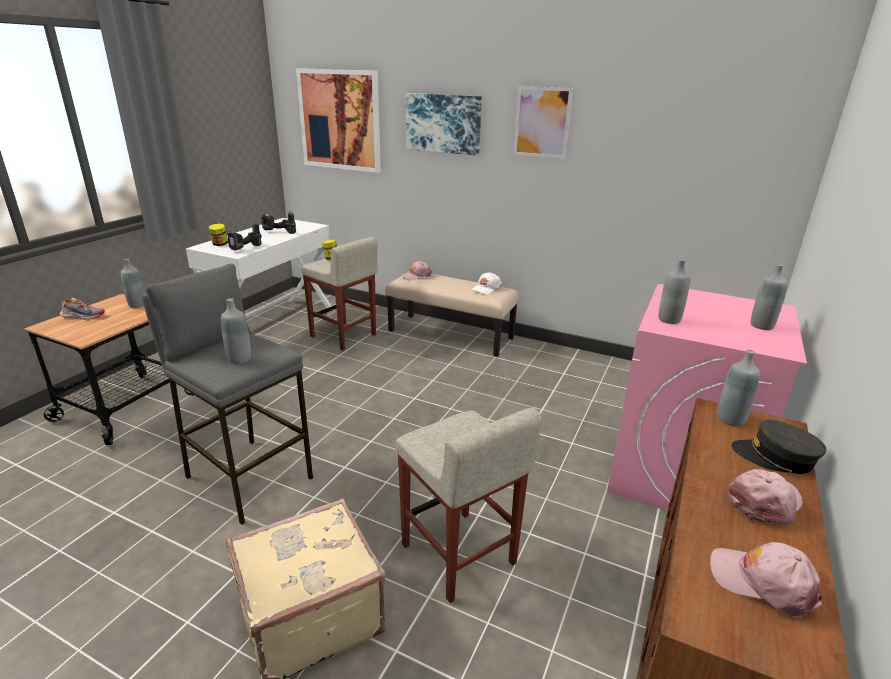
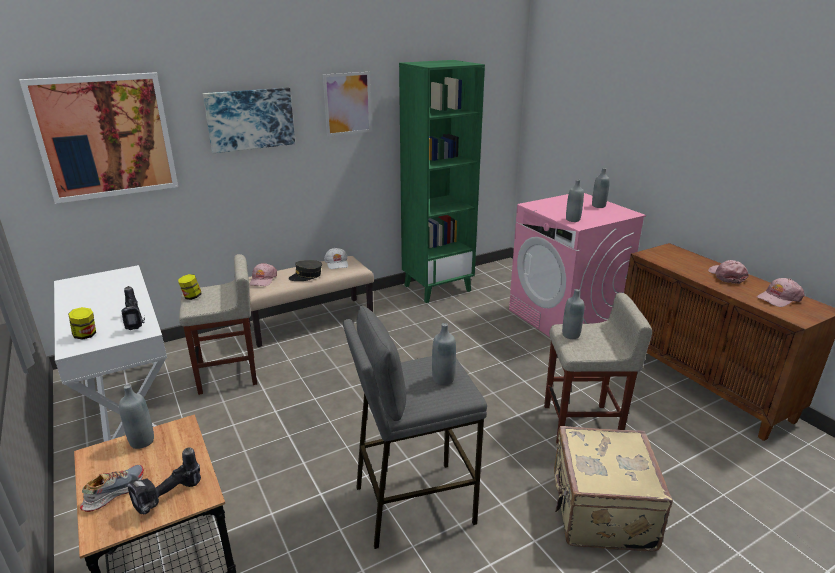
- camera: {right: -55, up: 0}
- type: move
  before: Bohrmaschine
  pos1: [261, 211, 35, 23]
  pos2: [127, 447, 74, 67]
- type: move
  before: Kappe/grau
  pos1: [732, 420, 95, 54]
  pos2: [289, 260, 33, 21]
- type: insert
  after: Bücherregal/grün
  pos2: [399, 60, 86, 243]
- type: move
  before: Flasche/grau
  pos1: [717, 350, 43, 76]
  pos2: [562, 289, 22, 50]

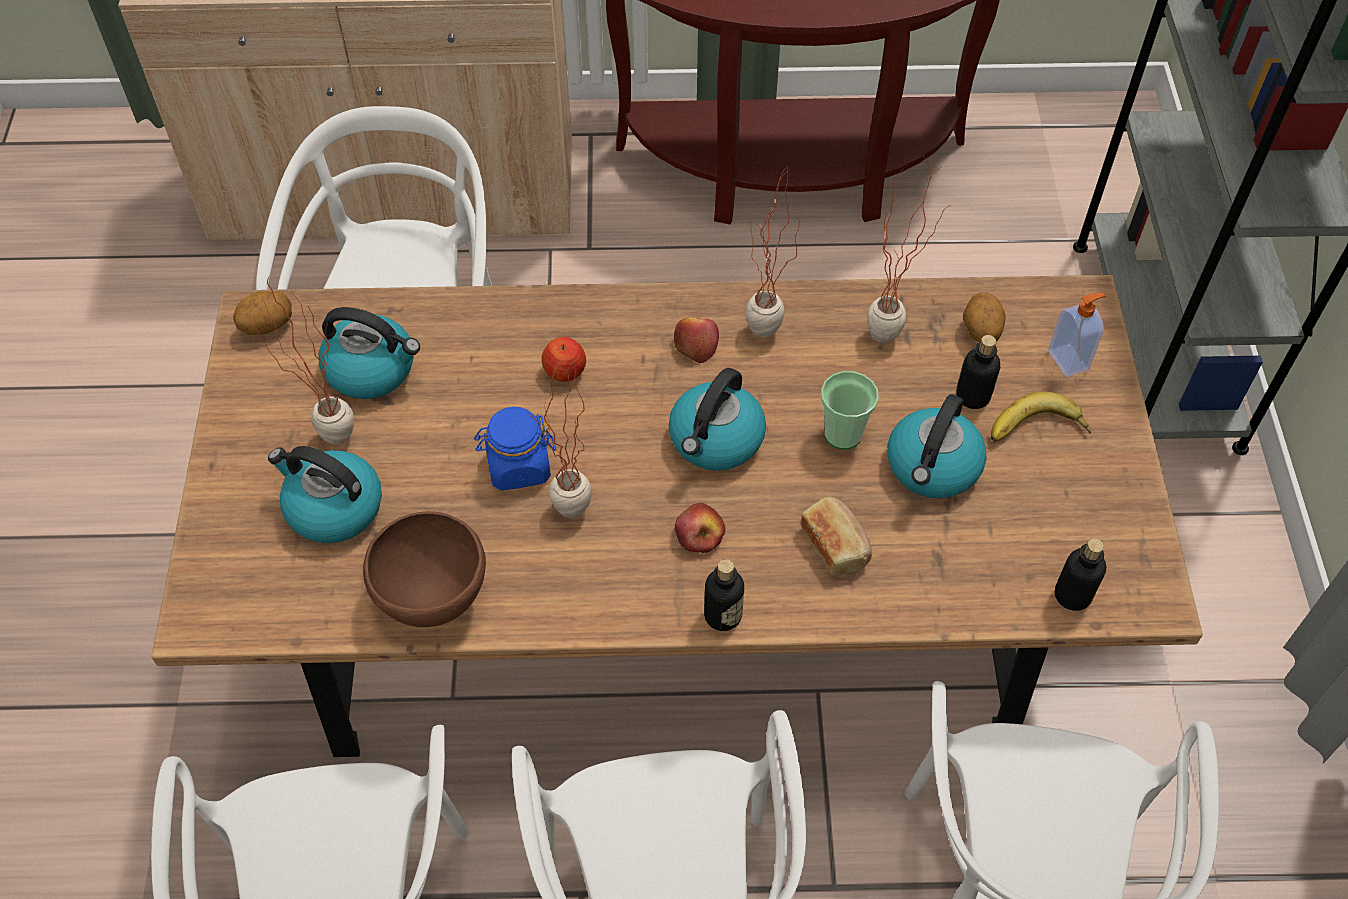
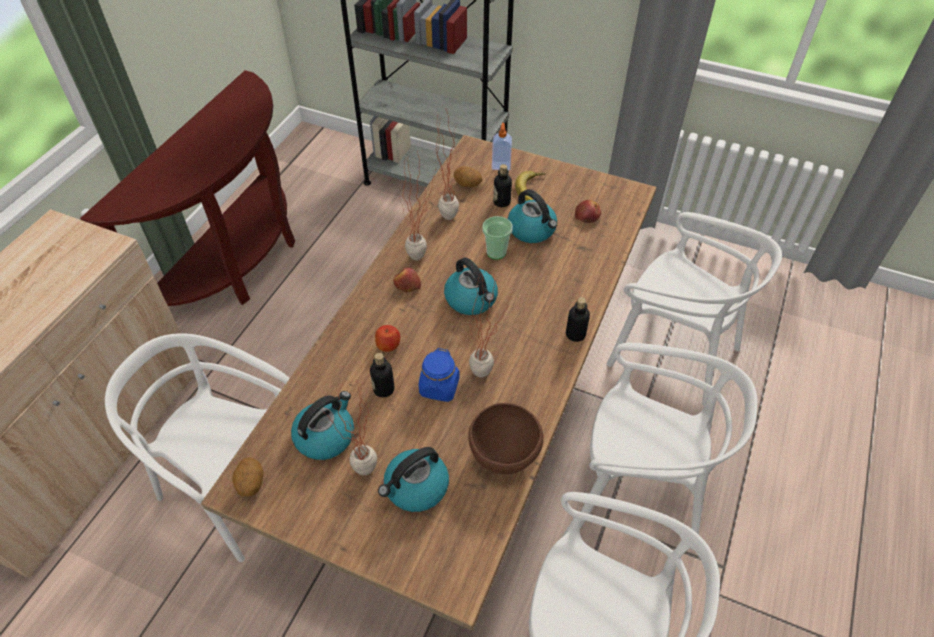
- camera: {right: -65, up: -5}
- type: move
  before: Flasche
  pos1: [1055, 539, 51, 72]
  pos2: [370, 353, 24, 44]
- type: move
  before: Apfel
  pos1: [675, 503, 50, 50]
  pos2: [575, 200, 26, 23]
- type: delete
  before: Brot
  pos1: [801, 497, 71, 79]

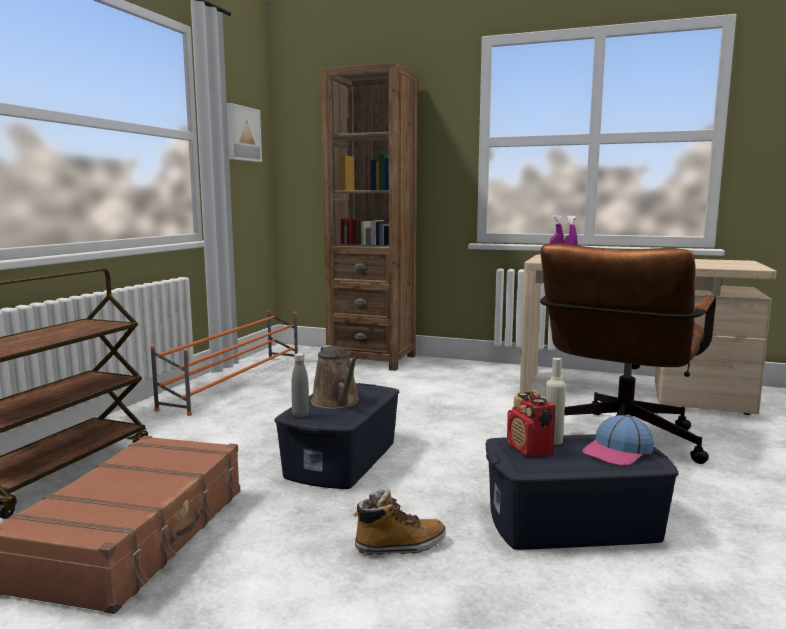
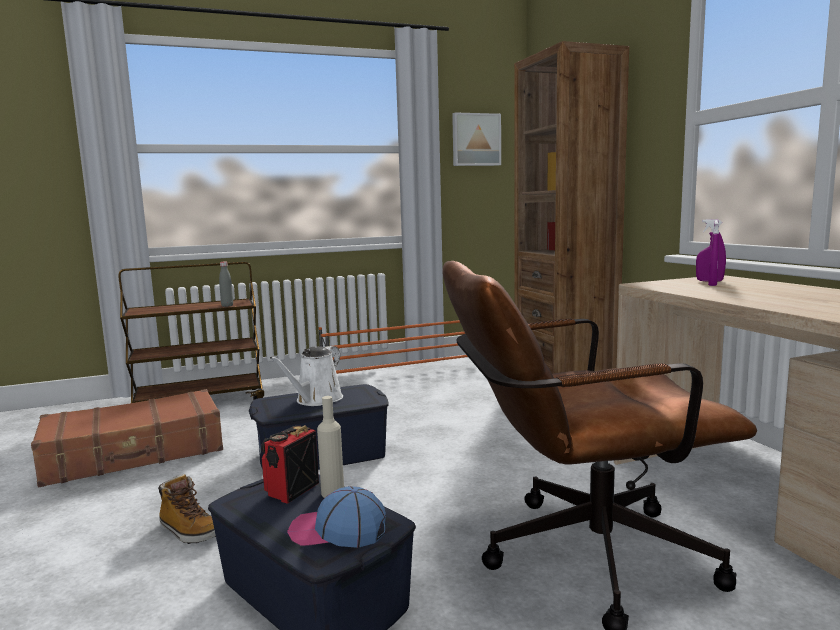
- camera: {right: 50, up: 0}
- type: move
  before: Flasche/grau
  pos1: [291, 353, 18, 65]
  pos2: [219, 262, 14, 45]
- type: recolor
  before: Gießkanne/braun
  after: Gießkanne/weiß
  pos1: [311, 345, 48, 64]
  pos2: [269, 346, 74, 60]

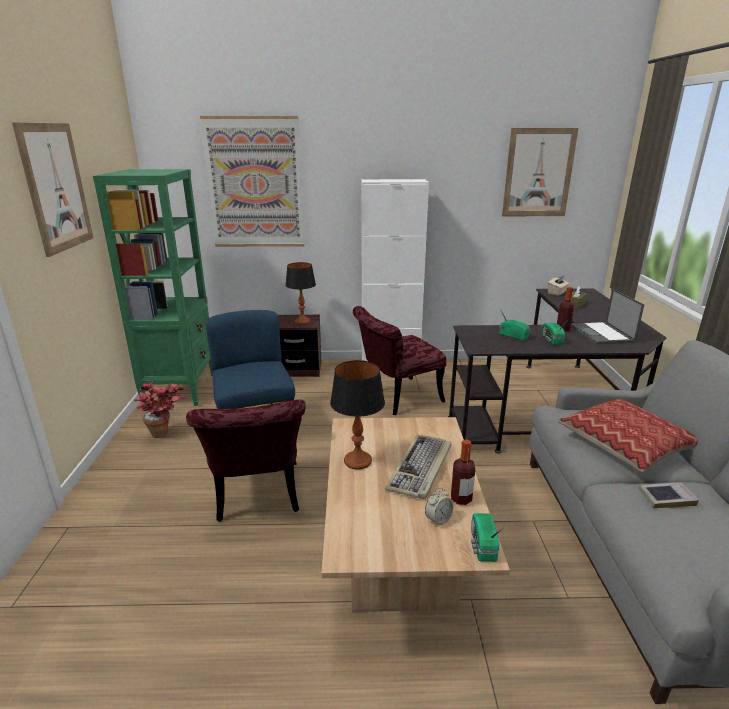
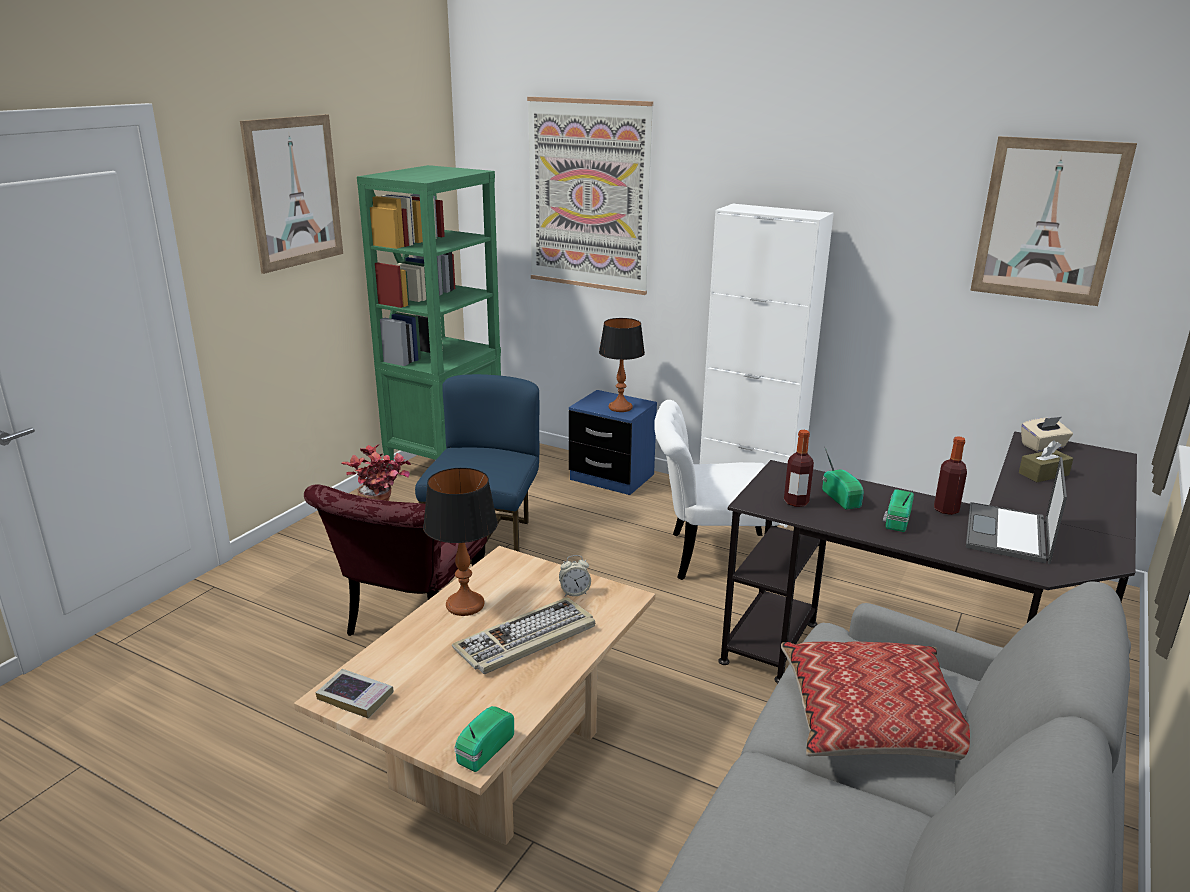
- camera: {right: 30, up: 0}
- type: move
  before: Buch
  pos1: [638, 483, 61, 25]
  pos2: [316, 669, 78, 49]
- type: move
  before: Wecker
  pos1: [425, 487, 28, 39]
  pos2: [559, 555, 32, 41]
- type: recolor
  before: Nachttisch/braun
  after: Nachttisch/blau
  pos1: [278, 315, 43, 62]
  pos2: [569, 390, 88, 105]
- type: recolor
  before: Stuhl/rot
  after: Stuhl/weiß
  pos1: [353, 306, 93, 109]
  pos2: [654, 400, 125, 180]
- type: move
  before: Flasche
  pos1: [451, 439, 24, 66]
  pos2: [784, 430, 30, 77]

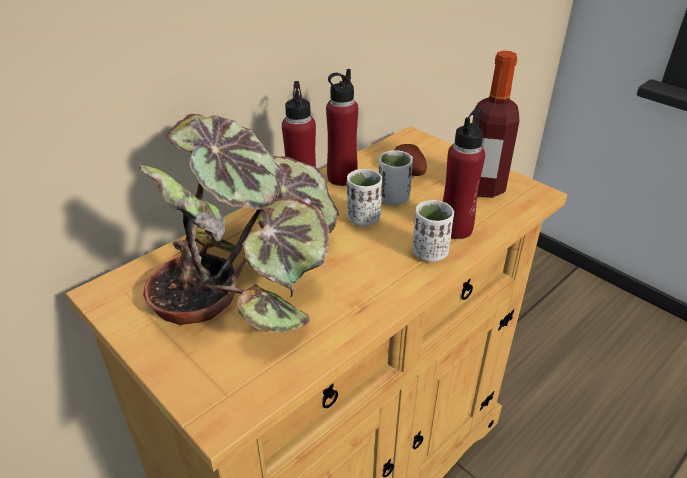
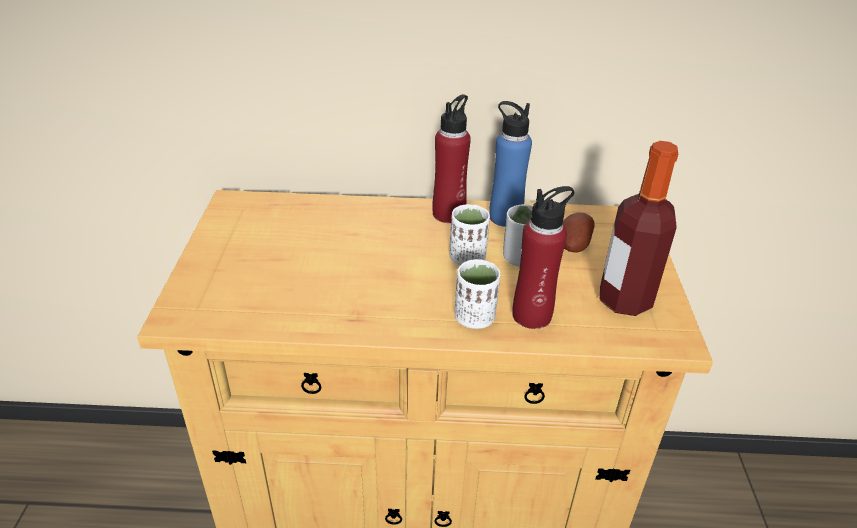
- camera: {right: 45, up: 0}
- type: recolor
  before: Flasche/rot
  after: Flasche/blau
  pos1: [326, 69, 32, 117]
  pos2: [489, 101, 43, 126]
- type: delete
  before: Topfpflanze
  pos1: [138, 114, 202, 219]

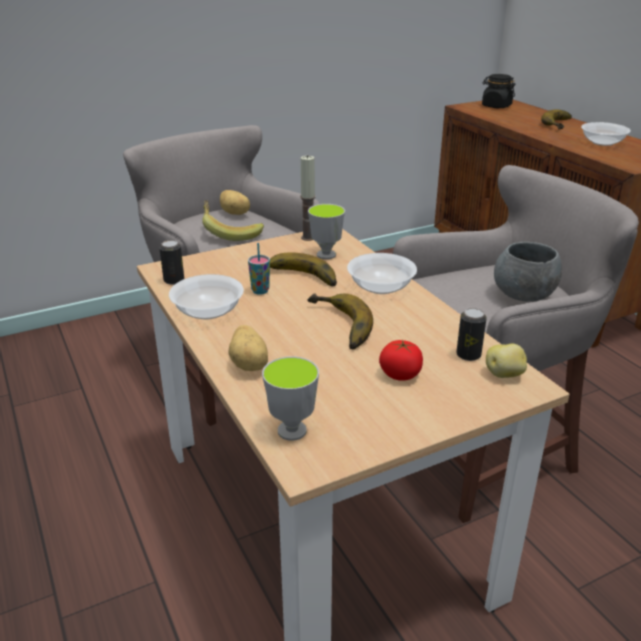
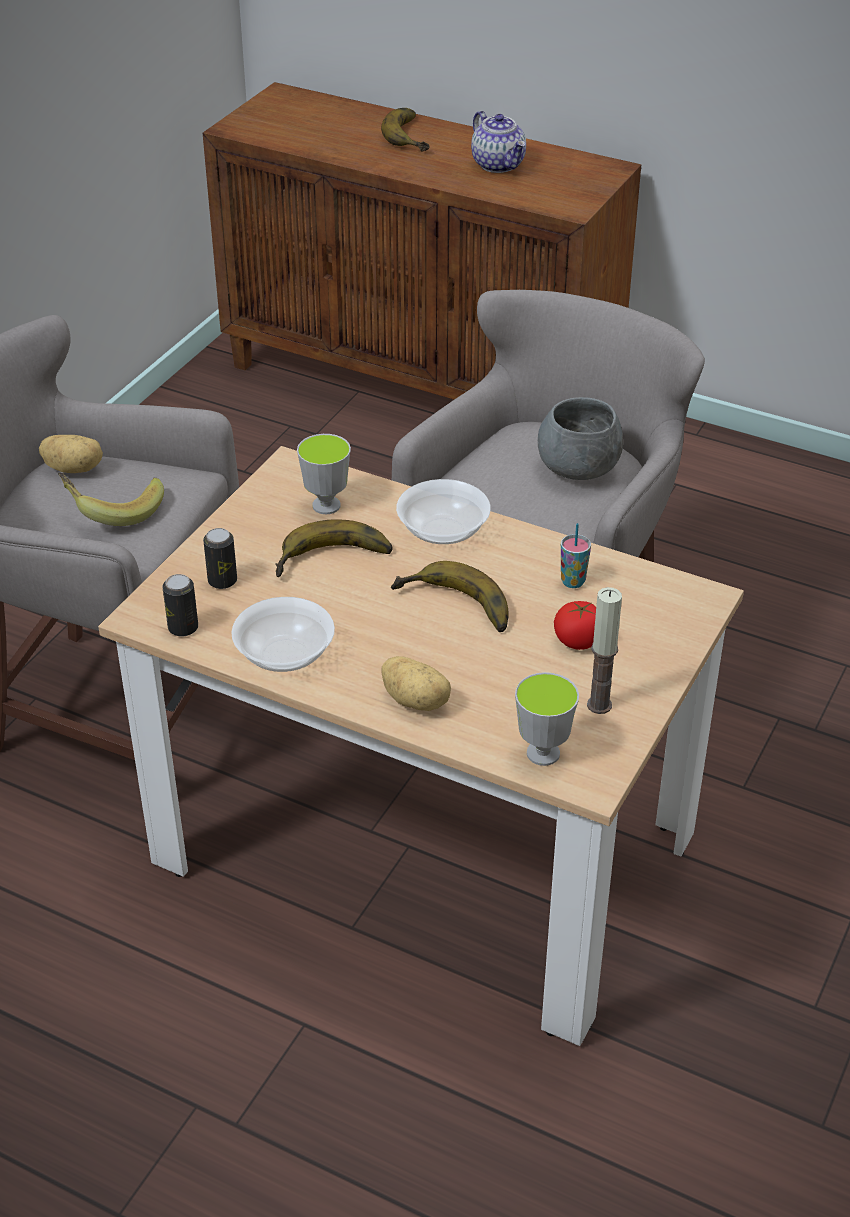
- camera: {right: -35, up: 10}
- type: move
  before: Dose
  pos1: [456, 308, 31, 53]
  pos2: [203, 528, 34, 61]
- type: replace
  before: Schüssel
  after: Teekanne
  pos1: [581, 122, 50, 24]
  pos2: [471, 111, 55, 62]
- type: move
  before: Tasse
  pos1: [248, 243, 22, 52]
  pos2: [561, 523, 30, 65]
- type: move
  before: Kerze
  pos1: [300, 155, 16, 86]
  pos2: [587, 587, 35, 127]
- type: delete
  before: Vorratsglas/schwarz
  pos1: [482, 74, 33, 34]
- type: delete
  before: Kartoffel
  pos1: [486, 343, 41, 35]

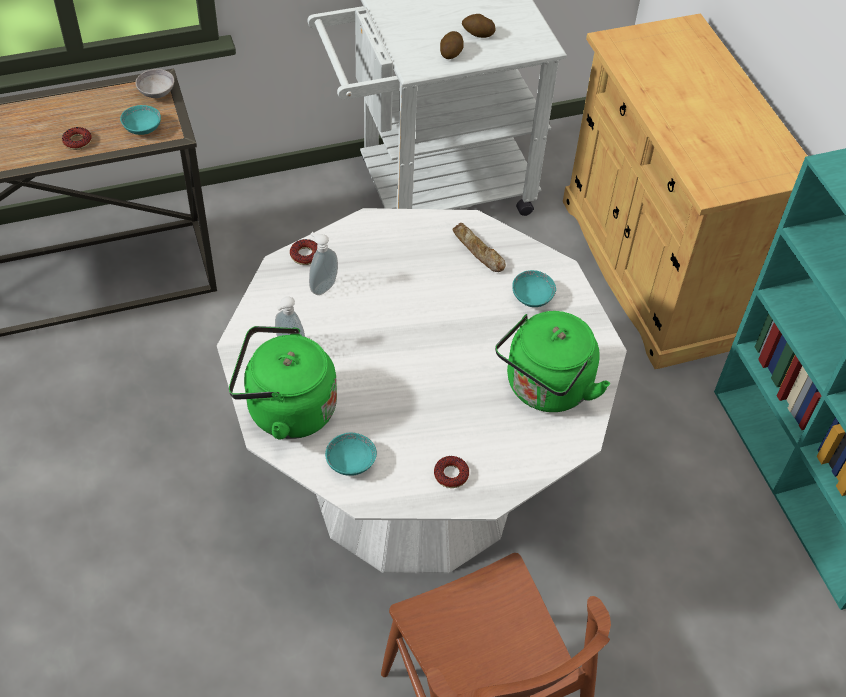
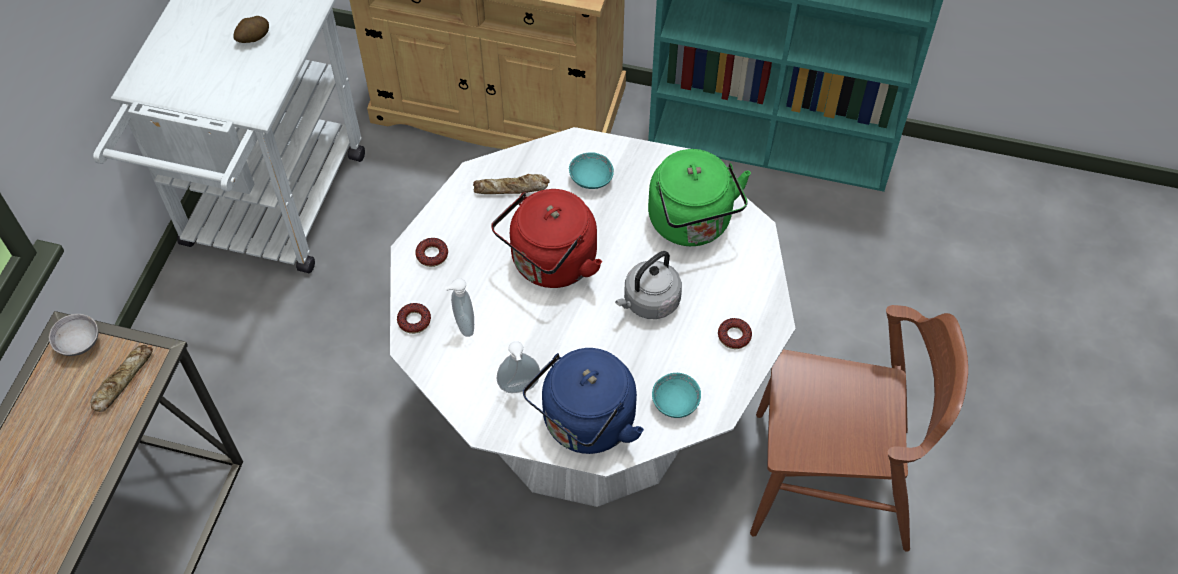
- camera: {right: -55, up: 5}
- type: replace
  before: Schüssel/türkis
  after: Brot
  pos1: [120, 105, 41, 30]
  pos2: [91, 345, 62, 67]
- type: move
  before: Donut
  pos1: [62, 127, 30, 23]
  pos2: [415, 238, 33, 29]
- type: insert
  after: Wasserkessel/rot
  pos2: [491, 189, 111, 99]
- type: recolor
  before: Wasserkessel/grün
  after: Wasserkessel/blau
  pos1: [229, 326, 108, 114]
  pos2: [523, 348, 121, 106]
- type: insert
  after: Wasserkessel/grau
  pos2: [615, 251, 67, 68]
- type: delete
  before: Kartoffel
  pos1: [440, 31, 24, 28]

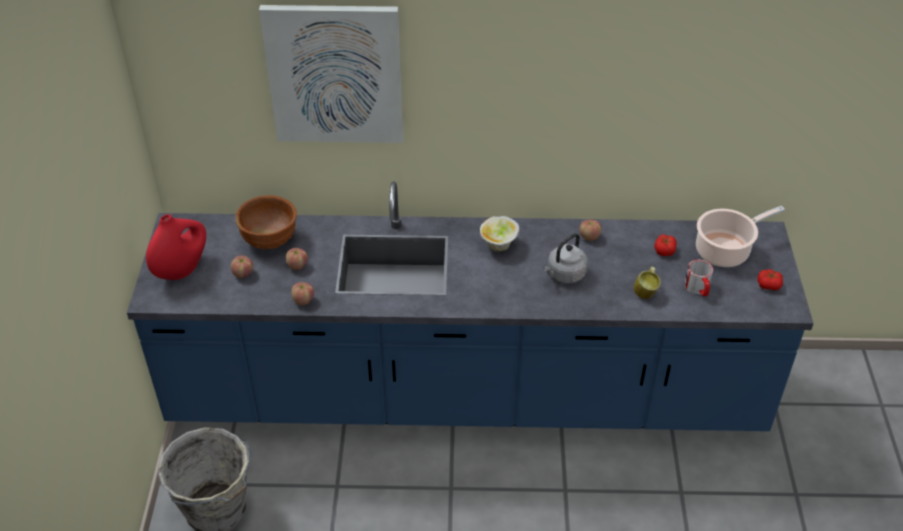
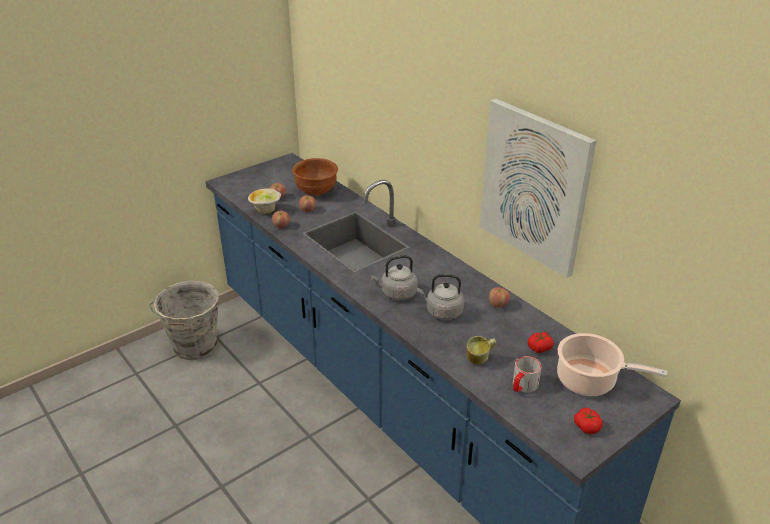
- camera: {right: 50, up: -10}
- type: move
  before: Schüssel
  pos1: [480, 216, 39, 35]
  pos2: [248, 188, 33, 26]
- type: insert
  after: Wasserkessel/grau
  pos2: [371, 255, 47, 45]
- type: move
  before: Bild
  pos1: [259, 5, 144, 138]
  pos2: [479, 99, 118, 179]
- type: delete
  before: Vase/rot
  pos1: [146, 214, 60, 66]

